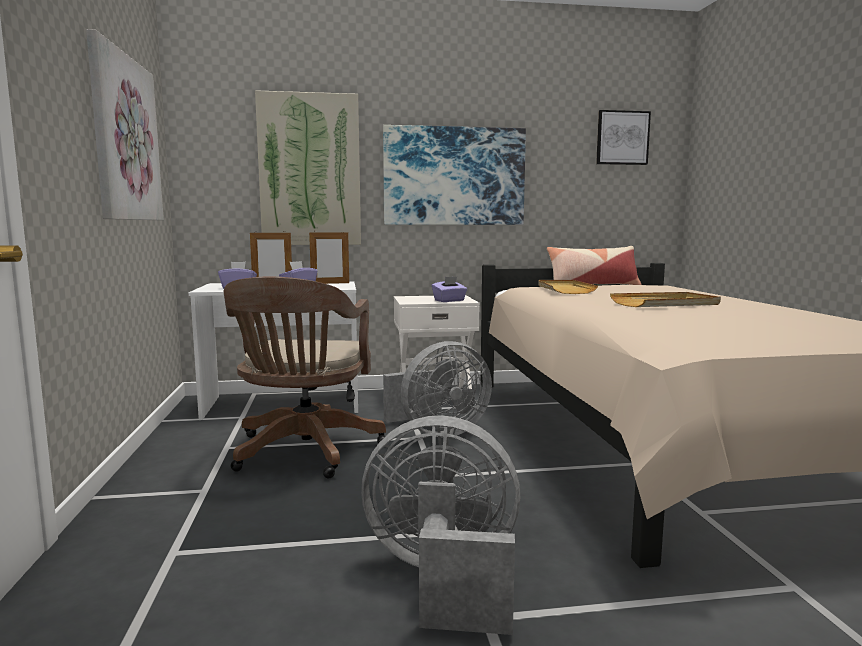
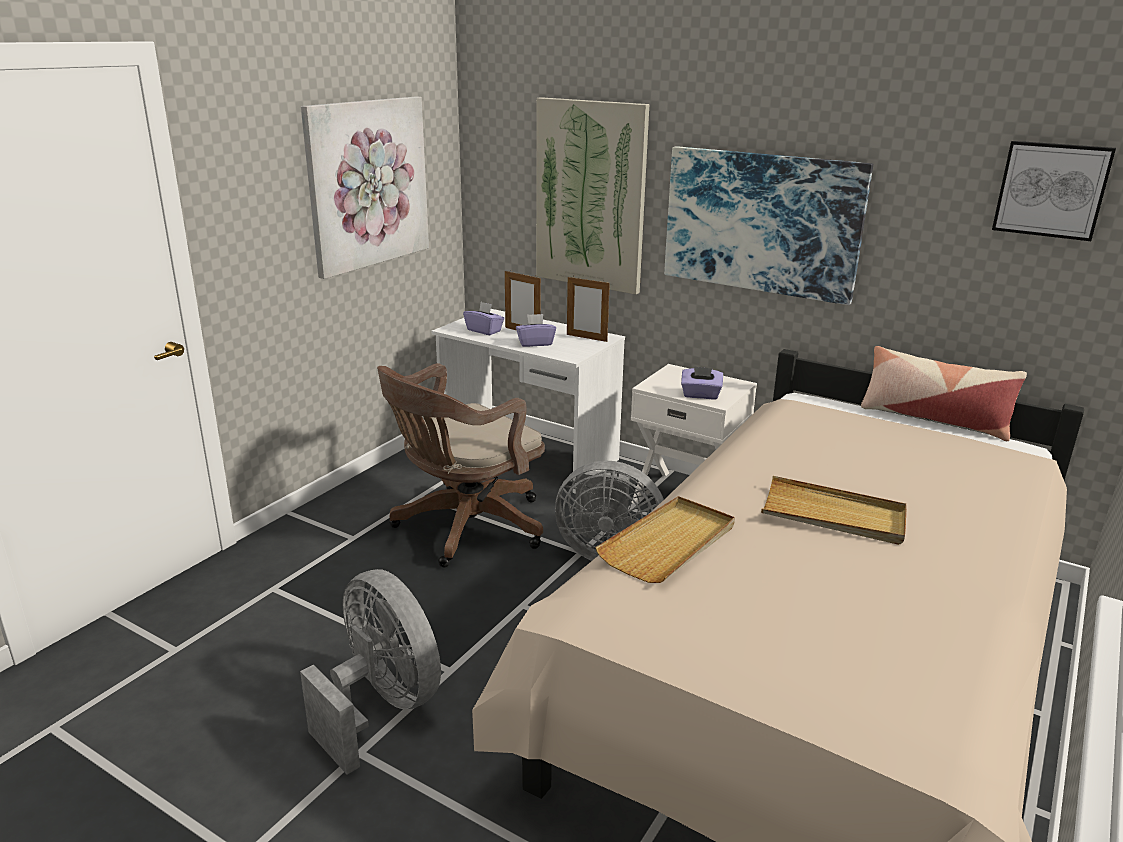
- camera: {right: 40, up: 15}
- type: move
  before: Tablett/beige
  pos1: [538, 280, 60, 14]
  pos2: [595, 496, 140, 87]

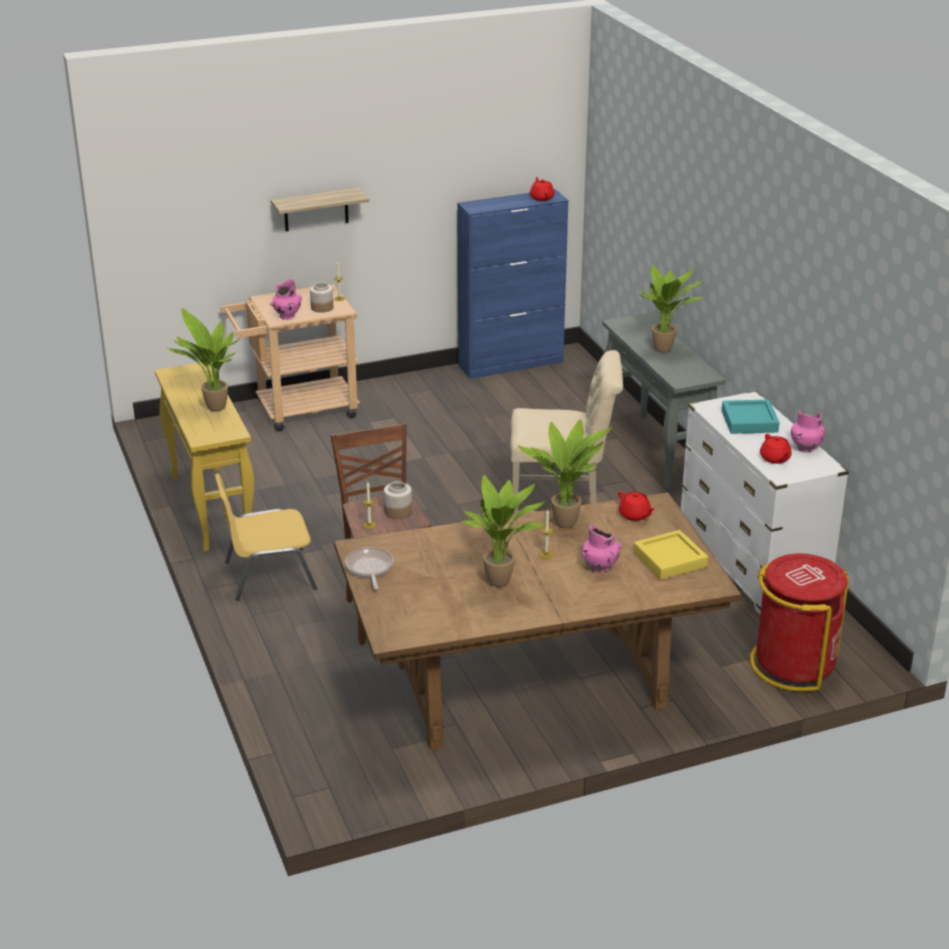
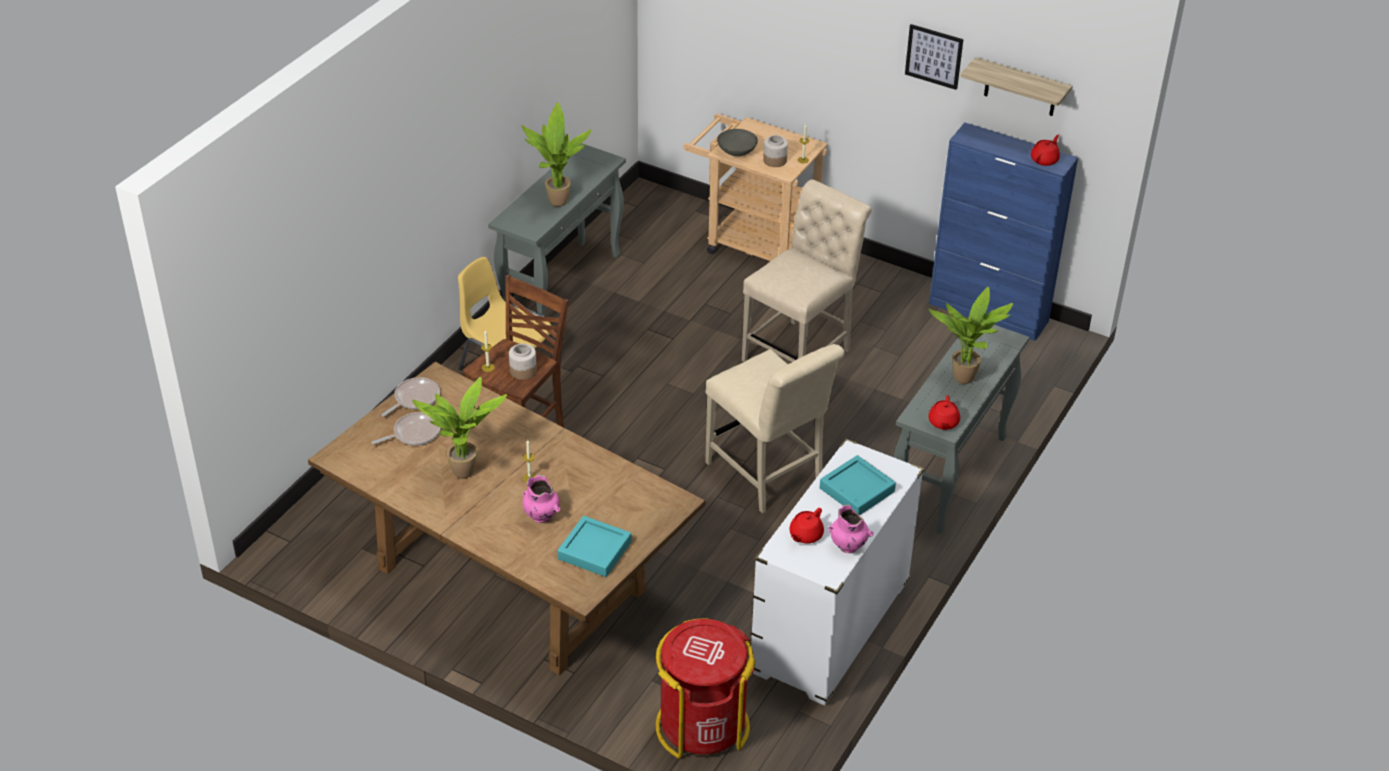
- camera: {right: 50, up: 10}
- type: insert
  after: Pfanne
  pos2: [371, 412, 69, 33]
- type: recolor
  before: Konsolentisch/gelb
  after: Konsolentisch/grau
  pos1: [155, 362, 99, 190]
  pos2: [488, 143, 138, 173]
- type: recolor
  before: Tablett/gelb
  after: Tablett/türkis
  pos1: [633, 530, 75, 50]
  pos2: [557, 516, 75, 61]
- type: replace
  before: Vase/rosa
  after: Schüssel/grau
  pos1: [269, 280, 33, 40]
  pos2: [717, 129, 41, 27]
- type: insert
  after: Stuhl/beige
  pos2: [742, 179, 130, 183]
- type: insert
  after: Bild
  pos2: [905, 24, 58, 66]
- type: move
  before: Teekanne/rot
  pos1: [618, 491, 37, 30]
  pos2: [929, 396, 31, 34]
- type: move
  before: Wandregal
  pos1: [271, 188, 99, 43]
  pos2: [960, 57, 112, 59]
- type: delete
  before: Topfpflanze
  pos1: [518, 419, 95, 110]

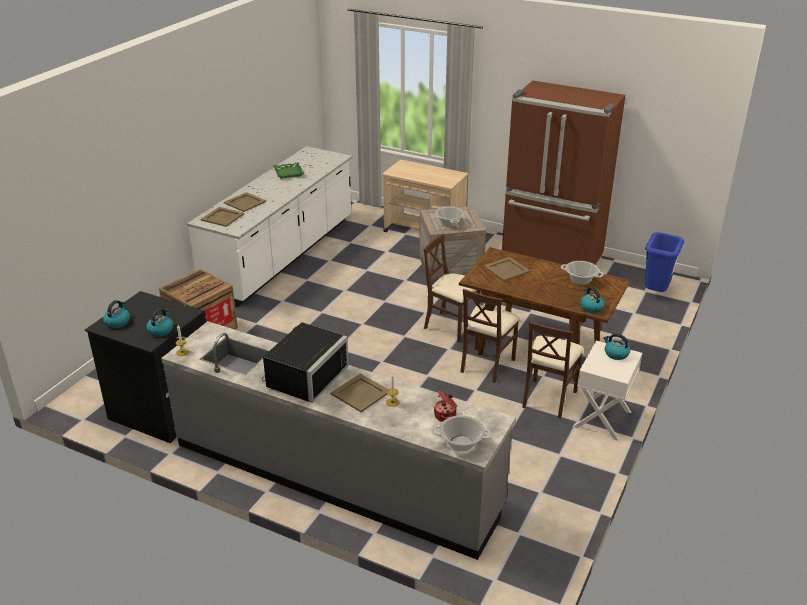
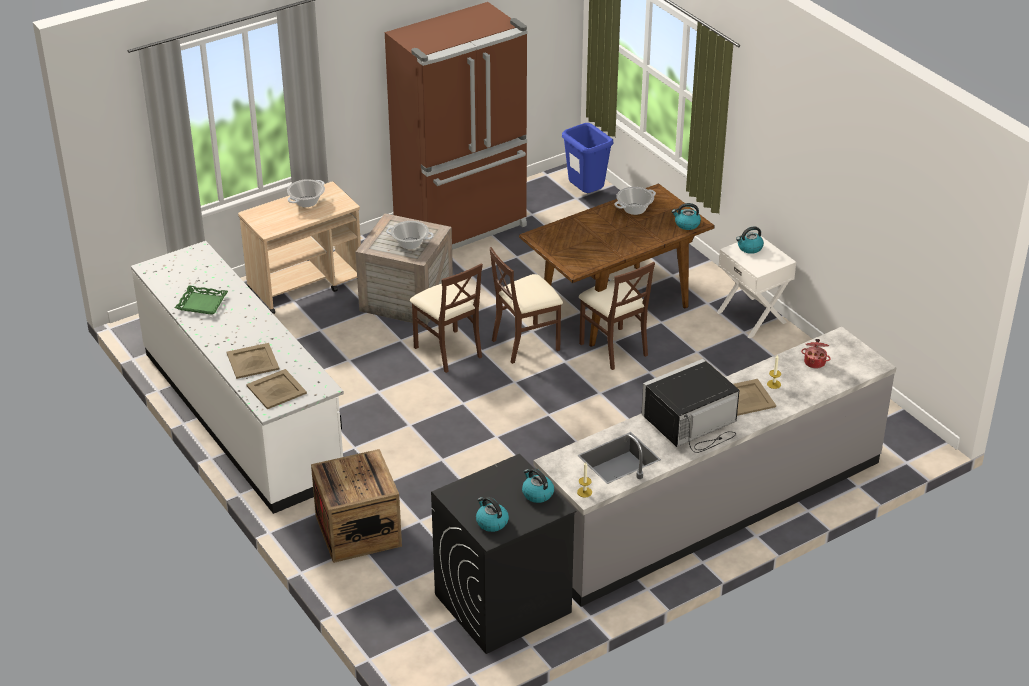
- camera: {right: -60, up: 5}
- type: move
  before: Kochtopf
  pos1: [433, 415, 58, 37]
  pos2: [287, 179, 38, 28]
- type: move
  before: Stuhl/braun
  pos1: [522, 321, 62, 97]
  pos2: [410, 263, 73, 110]
- type: rotate
  before: Mikrowelle/schwarz
  pos1: [262, 322, 86, 81]
  pos2: [641, 359, 99, 94]
  turn: -90
- type: delete
  before: Tablett/beige
  pos1: [483, 257, 47, 24]

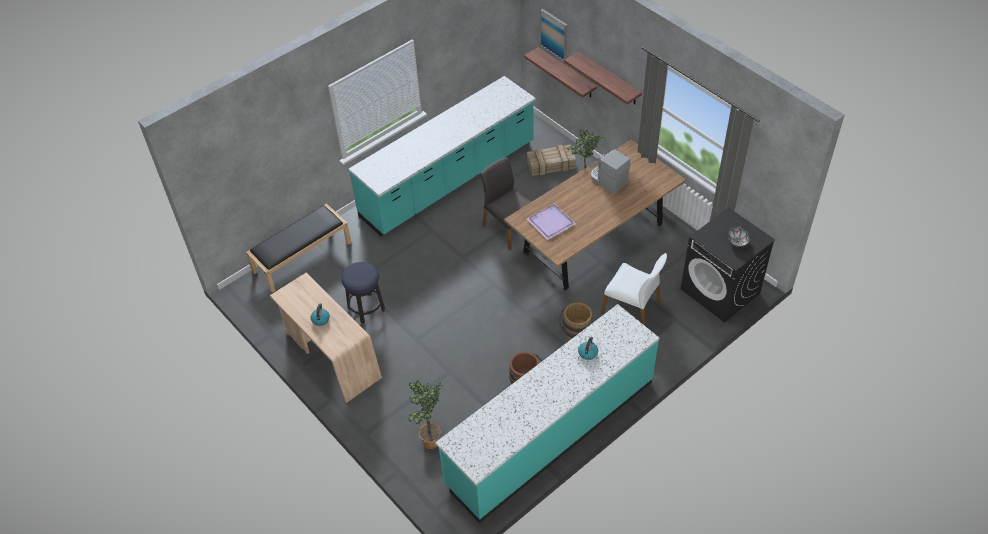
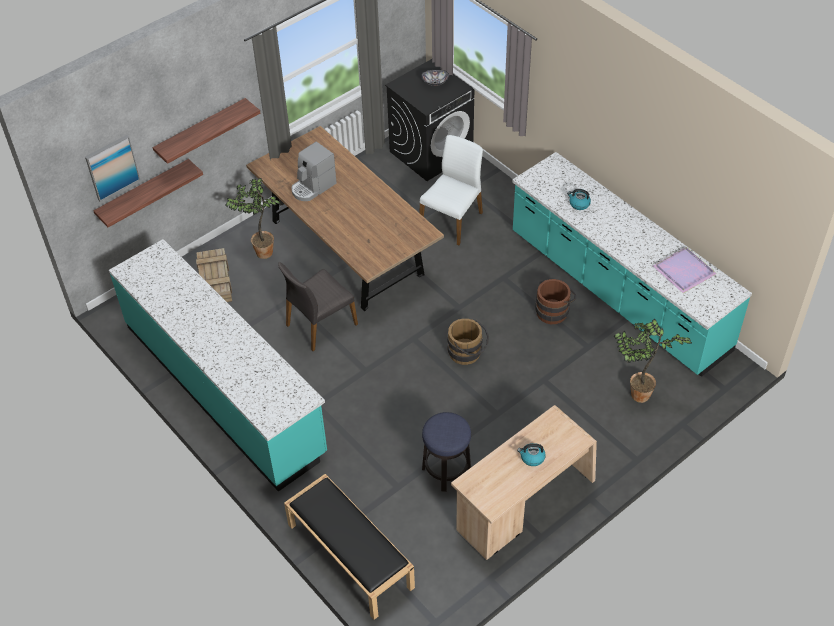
- camera: {right: -90, up: 0}
- type: move
  before: Eimer/braun
  pos1: [558, 303, 35, 37]
  pos2: [447, 318, 42, 47]
- type: move
  before: Tablett/lila
  pos1: [527, 203, 49, 37]
  pos2: [653, 247, 64, 46]

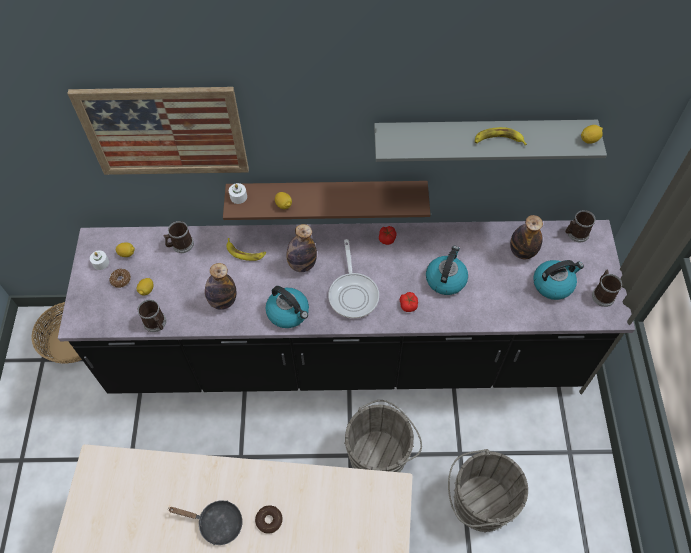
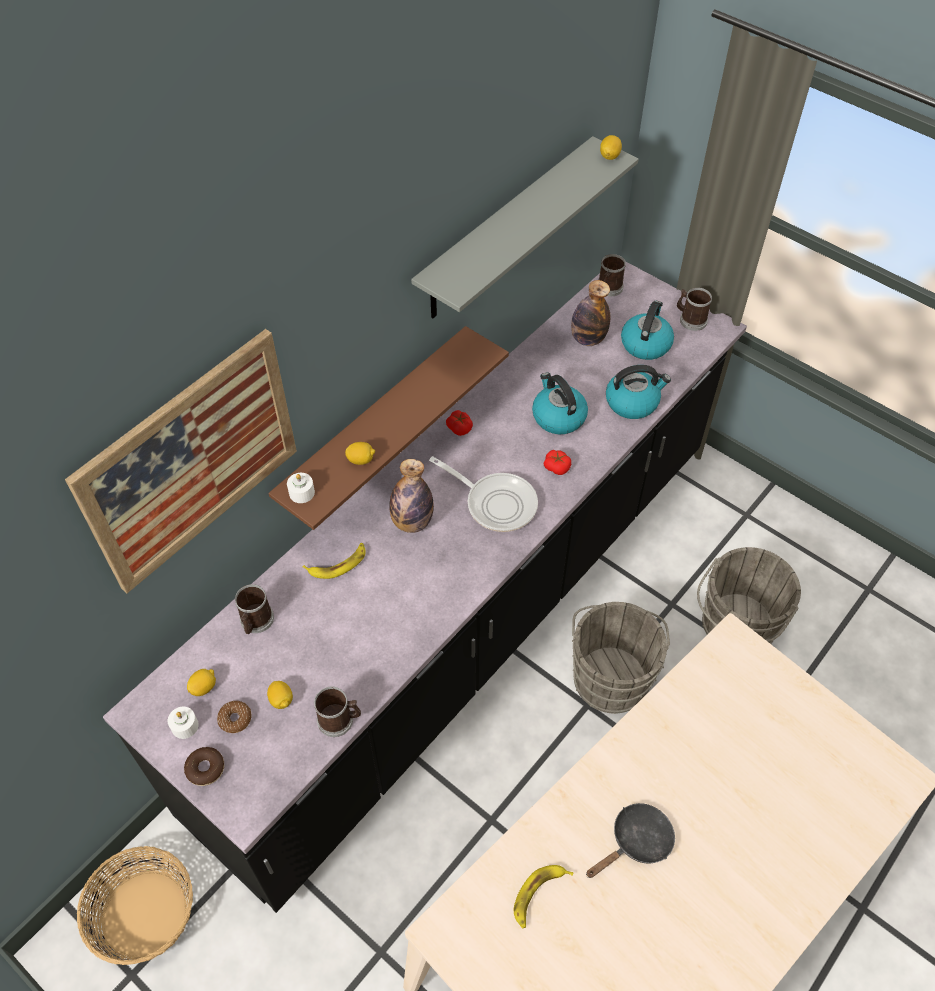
- camera: {right: -50, up: -5}
- type: move
  before: Donut
  pos1: [255, 505, 28, 29]
  pos2: [184, 747, 40, 39]
- type: move
  before: Banane
  pos1: [475, 127, 52, 18]
  pos2: [514, 865, 60, 63]
- type: move
  before: Wasserkessel
  pos1: [265, 286, 44, 42]
  pos2: [606, 365, 65, 54]
- type: delete
  before: Flasche
  pos1: [205, 263, 32, 47]

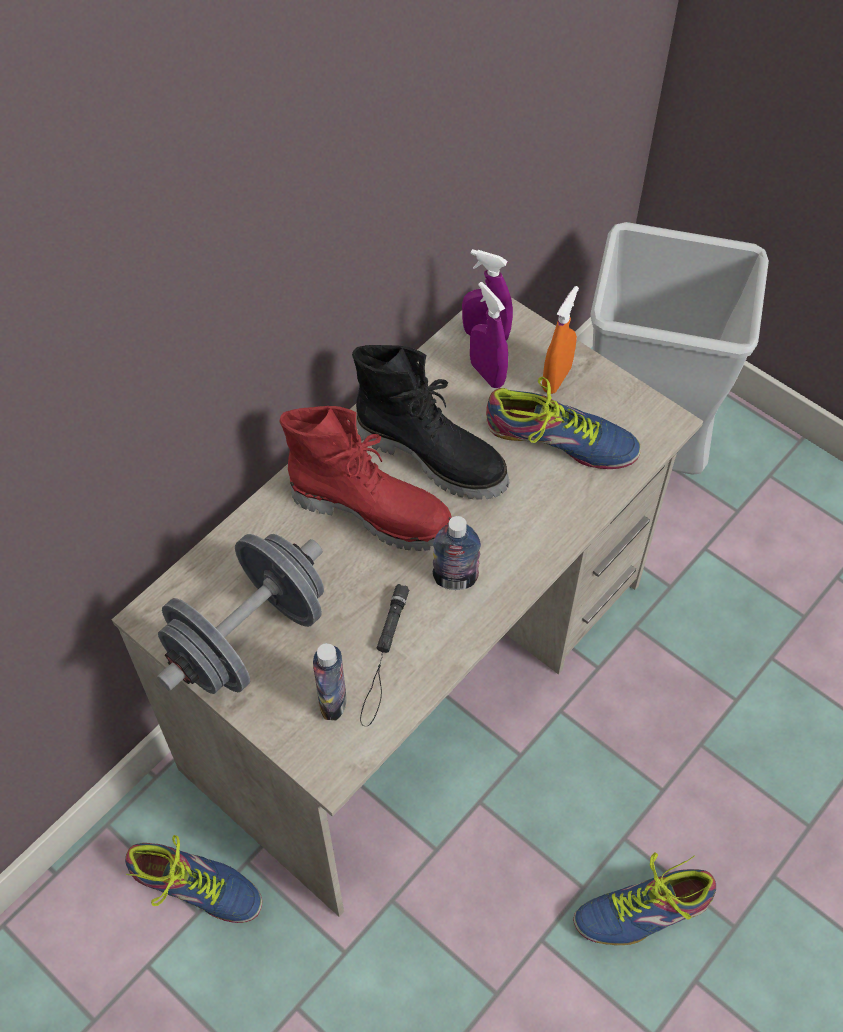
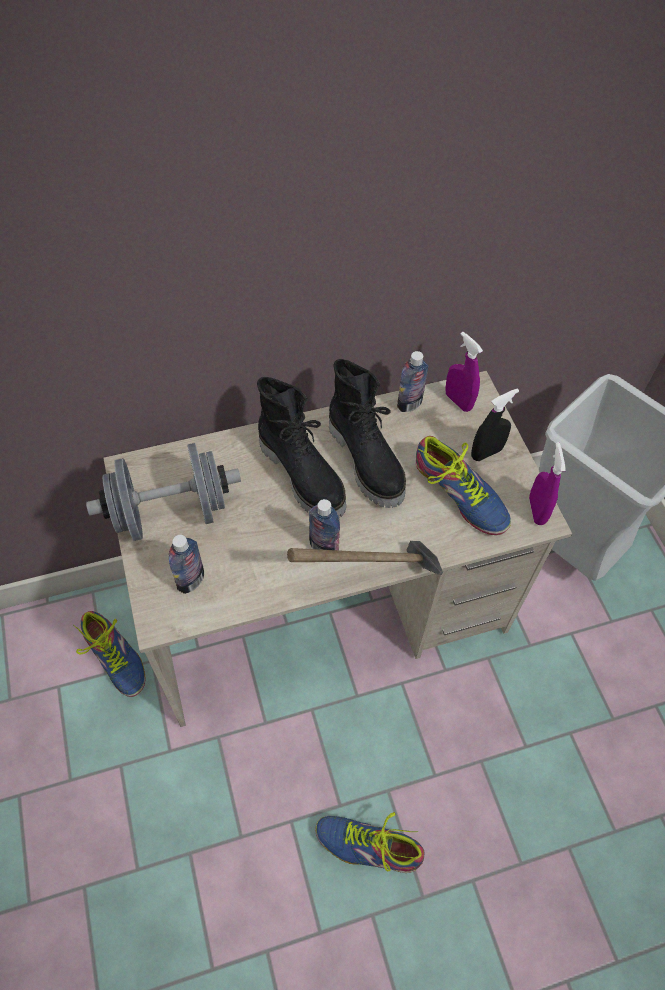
- camera: {right: 30, up: 0}
- type: recolor
  before: Stiefel/rot
  after: Stiefel/schwarz
  pos1: [279, 406, 173, 145]
  pos2: [257, 377, 89, 141]
- type: insert
  after: Hammer
  pos2: [287, 541, 156, 34]
- type: insert
  after: Flasche
  pos2: [397, 351, 31, 61]
- type: recolor
  before: Sprühflasche/orange
  after: Sprühflasche/schwarz
  pos1: [542, 286, 37, 108]
  pos2: [471, 388, 48, 73]
- type: move
  before: Sprühflasche/lila
  pos1: [470, 282, 38, 106]
  pos2: [529, 442, 37, 83]
- type: delete
  before: Taschenlampe/schwarz
  pos1: [360, 584, 49, 142]

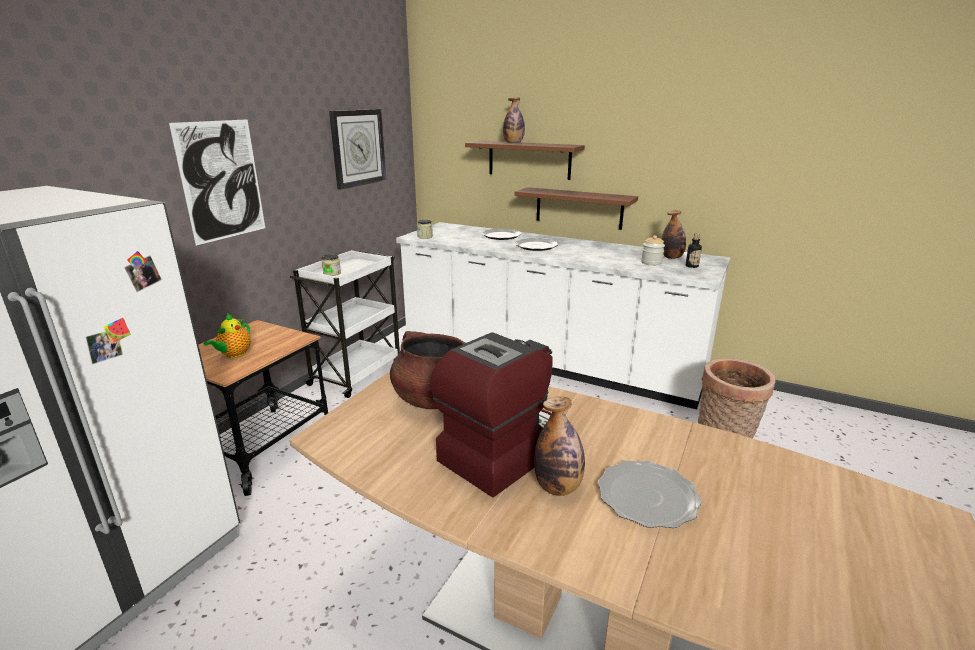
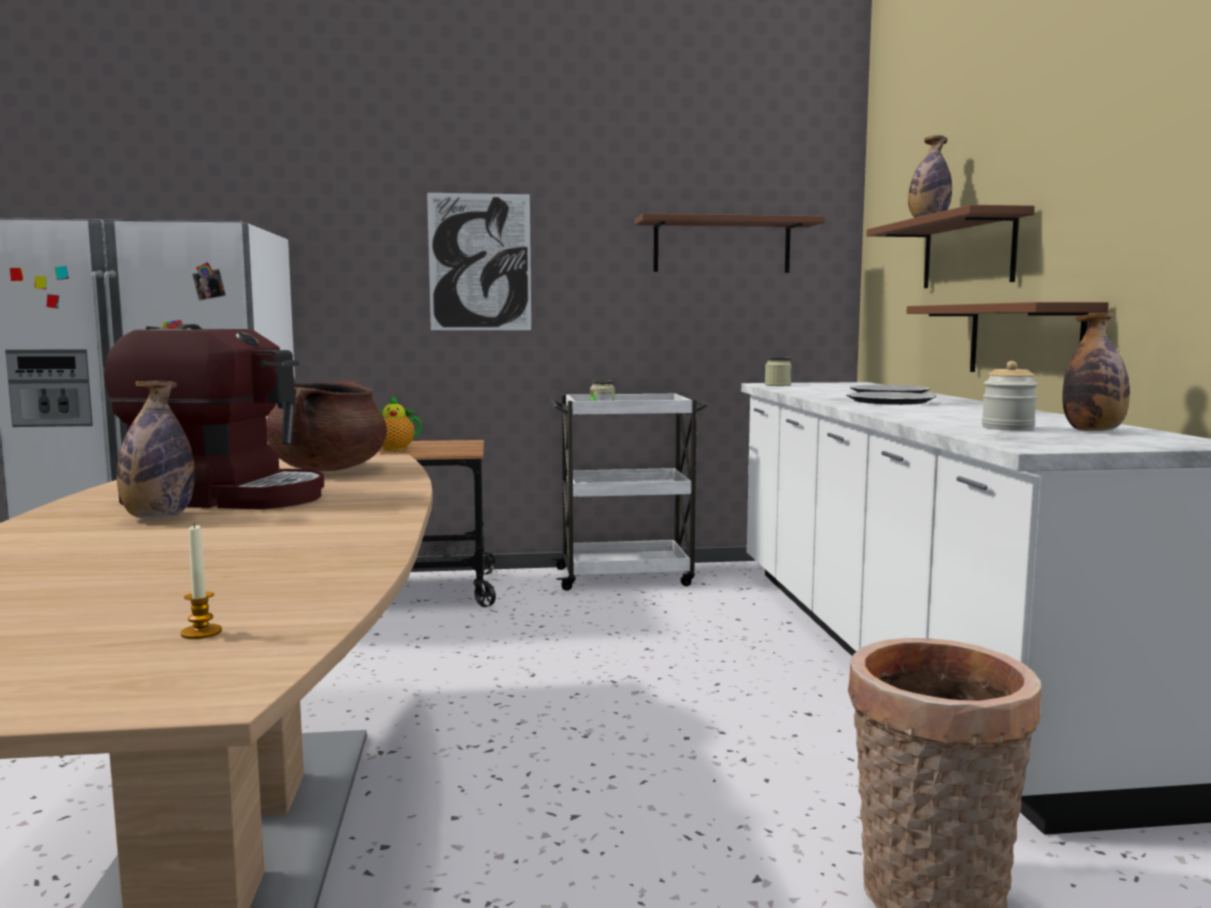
- camera: {right: 55, up: -15}
- type: insert
  after: Kerze
  pos2: [181, 523, 41, 116]
- type: replace
  before: Wanduhr
  after: Wandregal/braun
  pos1: [329, 109, 57, 81]
  pos2: [635, 213, 190, 60]
- type: delete
  before: Teller
  pos1: [598, 460, 104, 68]
- type: delete
  before: Flasche
  pos1: [686, 234, 16, 34]

